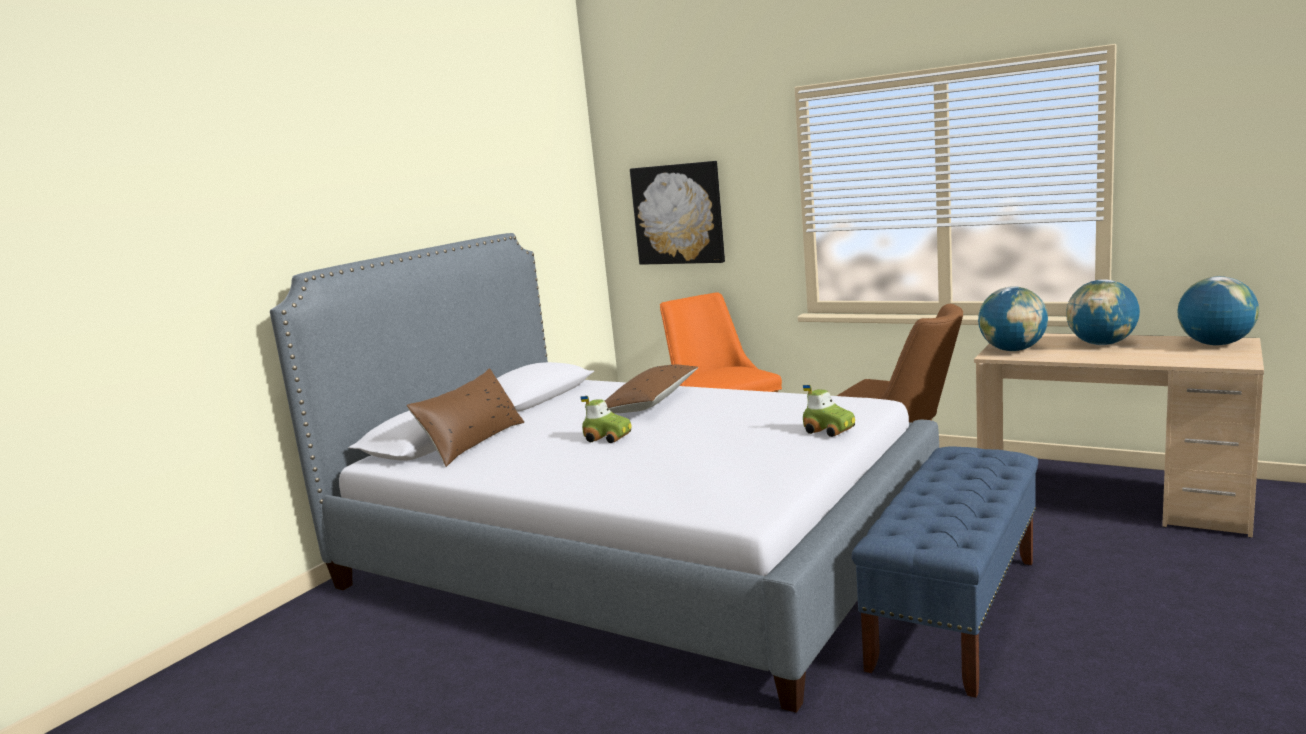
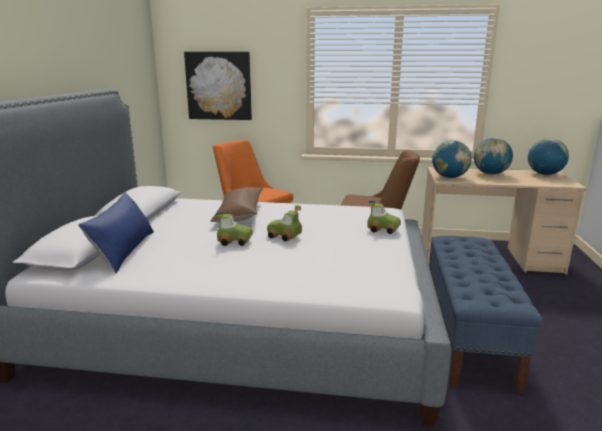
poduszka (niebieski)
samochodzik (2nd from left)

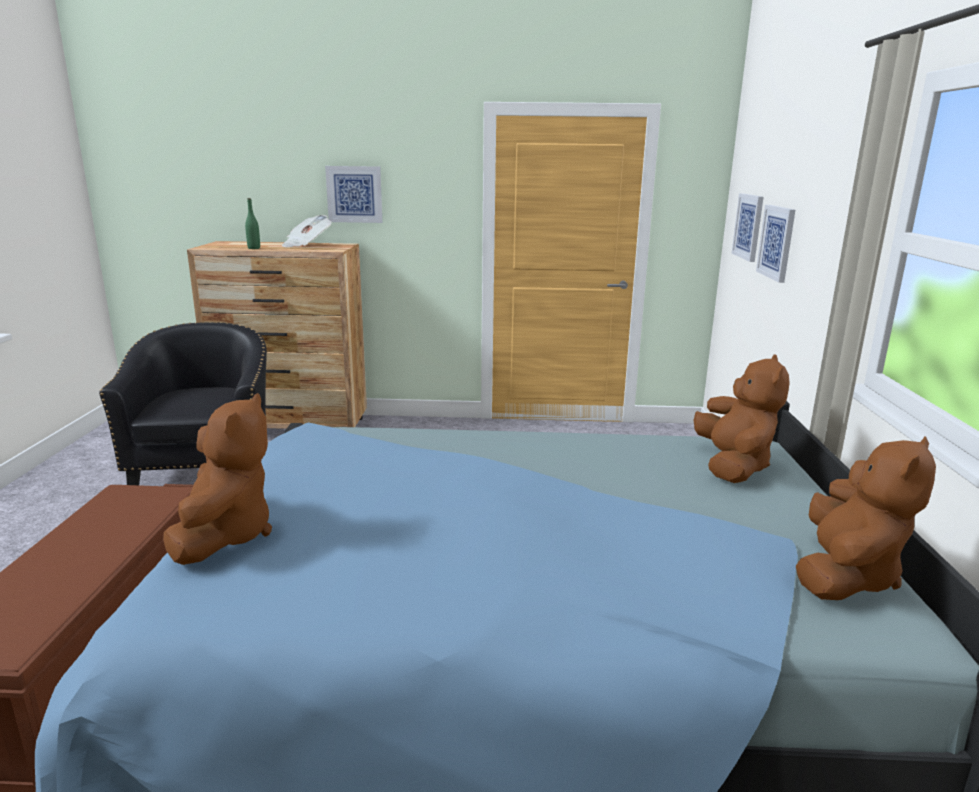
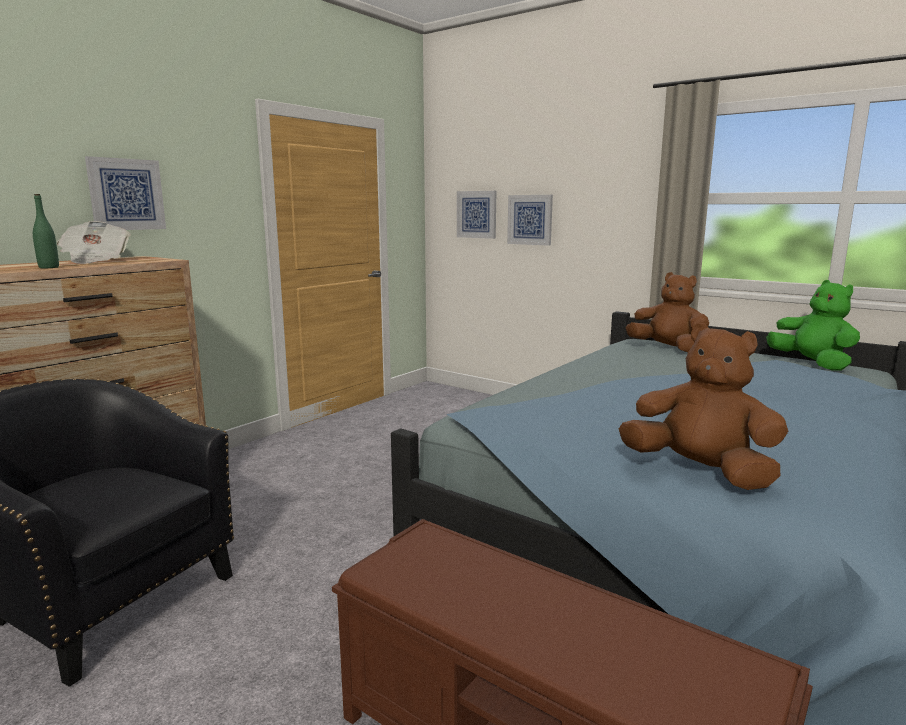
pluszak (zielony)

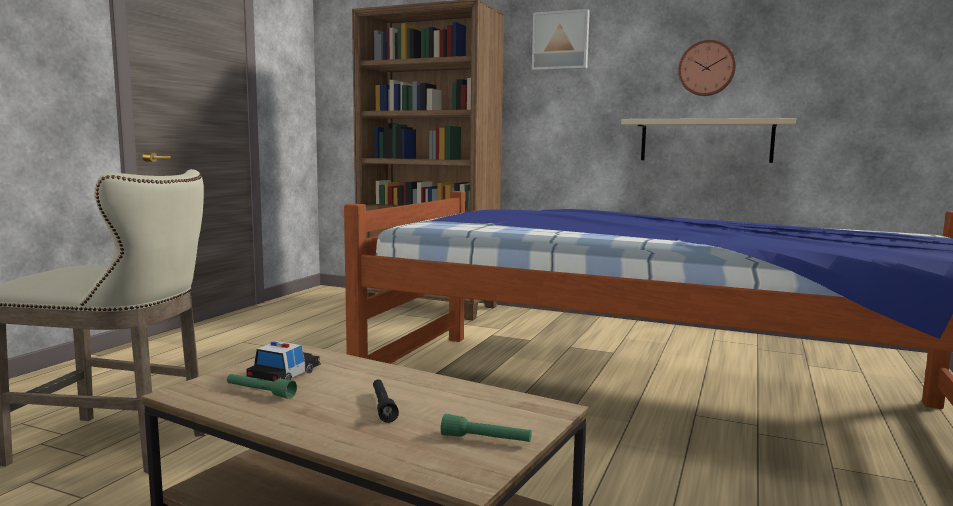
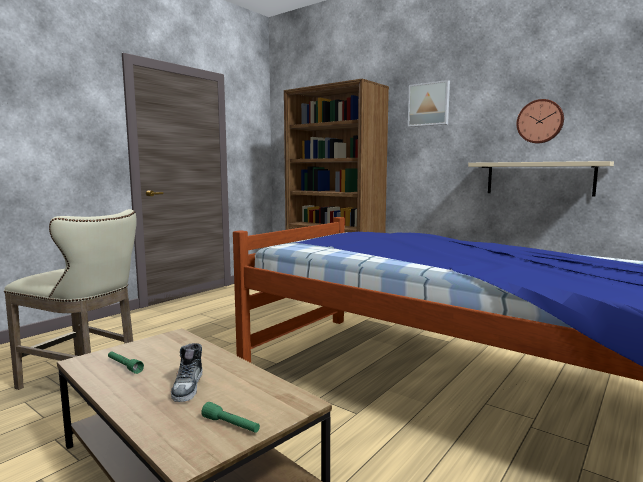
but
samochodzik

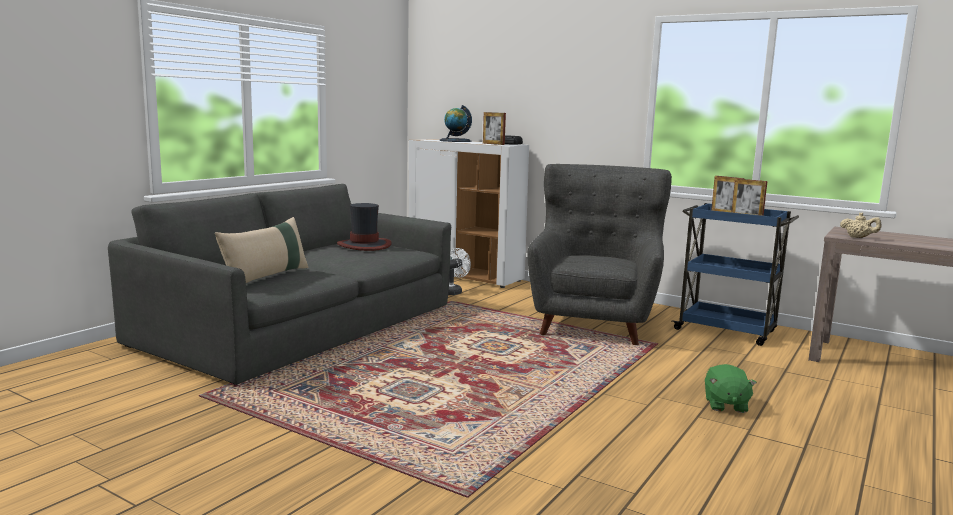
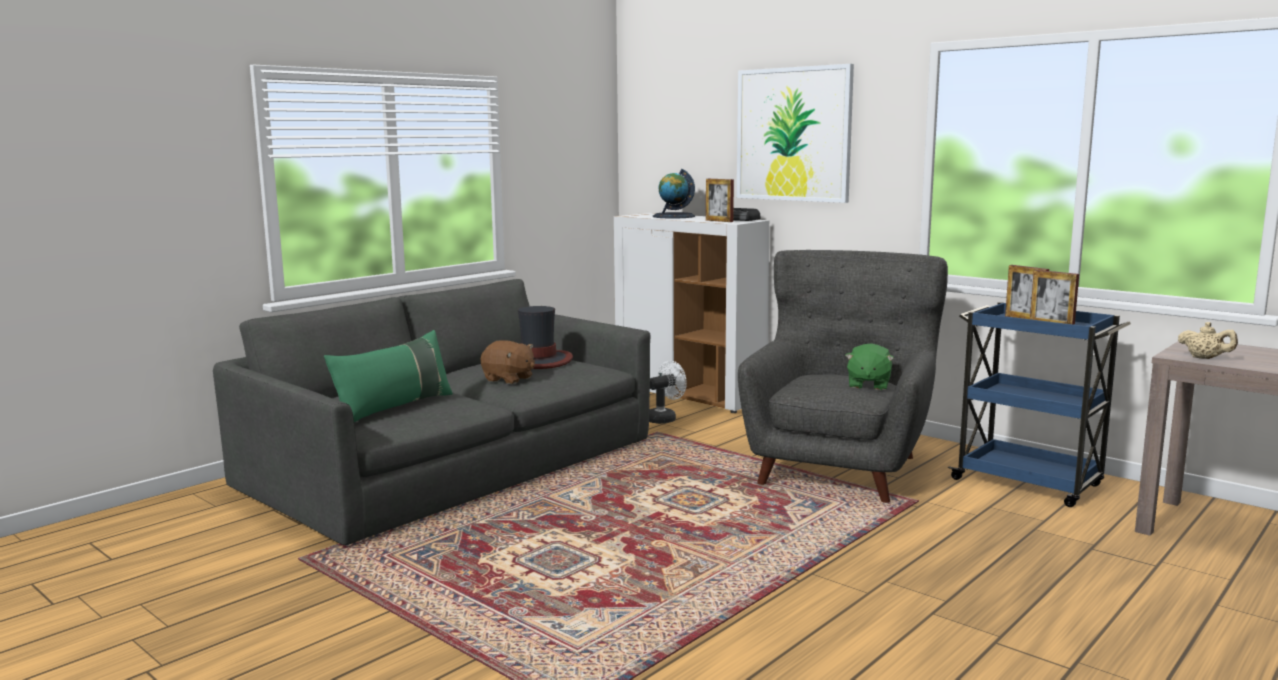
poduszka (zielony)
pluszak (brązowy)
obraz
pluszak (zielony)

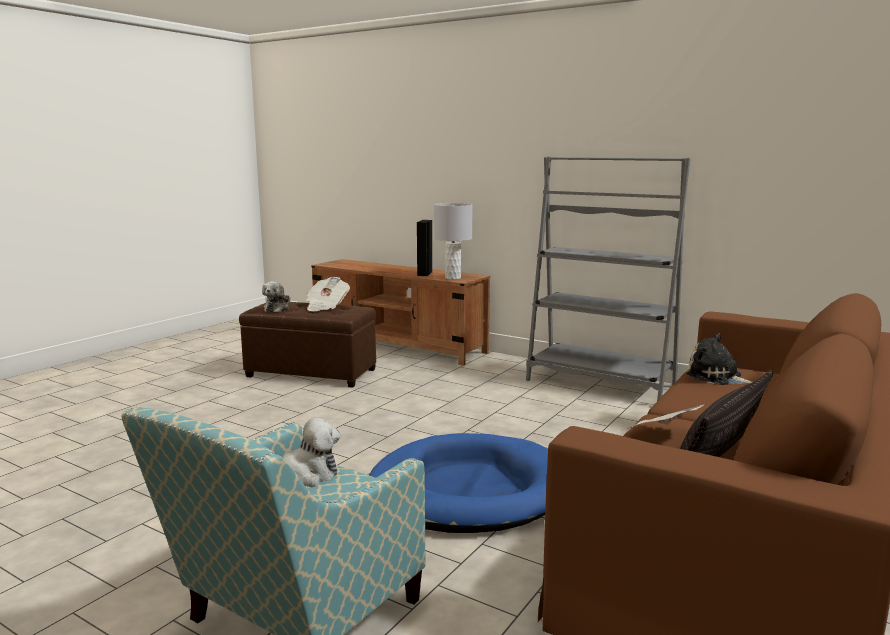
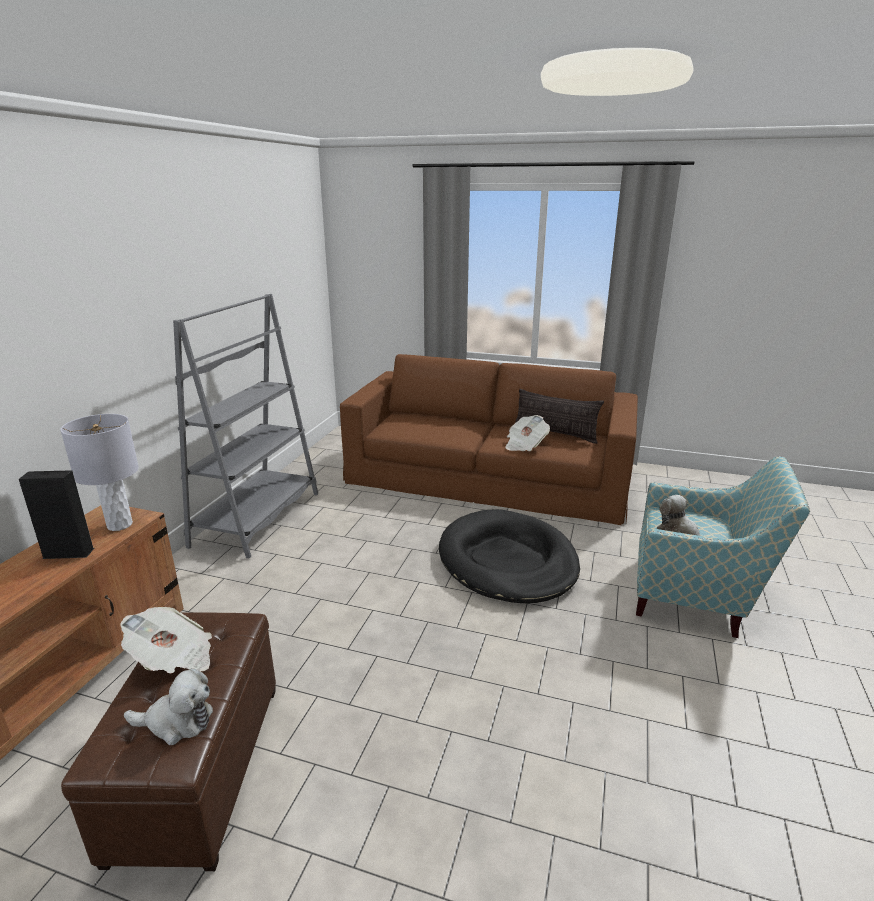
legowisko (czarny)
pluszak (3rd from left in the first image)

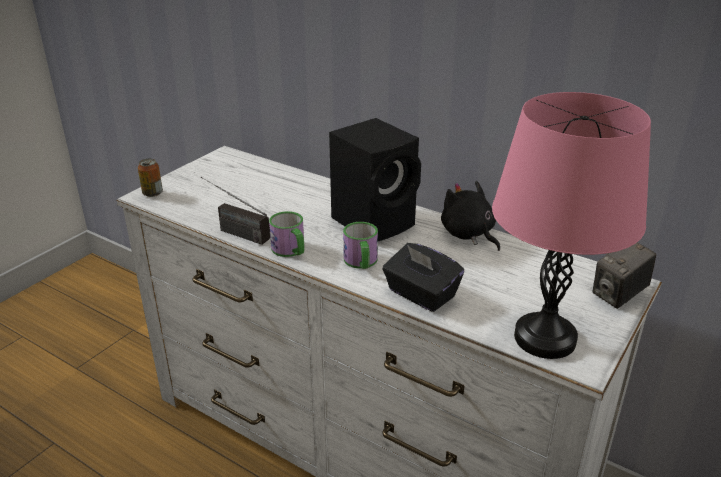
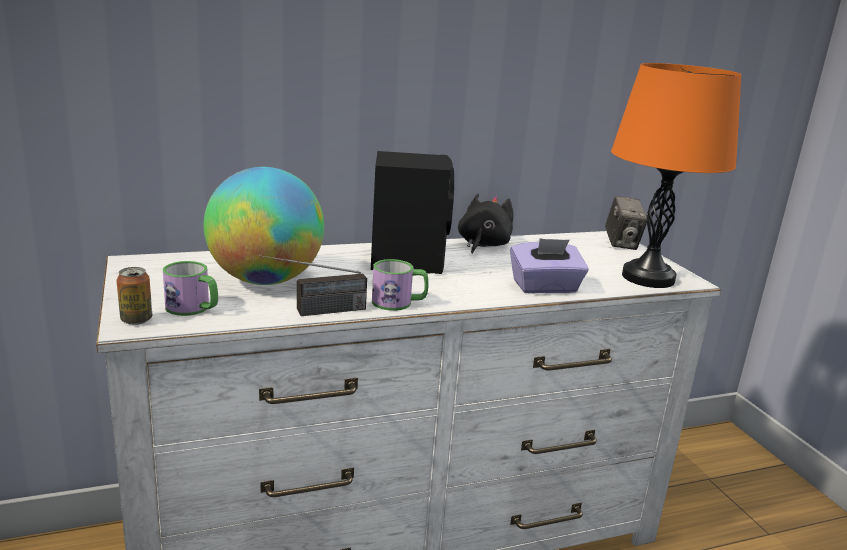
kubek (1st from left)
globus
pluszak (czarny)
pudełko chusteczek (fioletowy)
lampa stołowa (pomarańczowy)

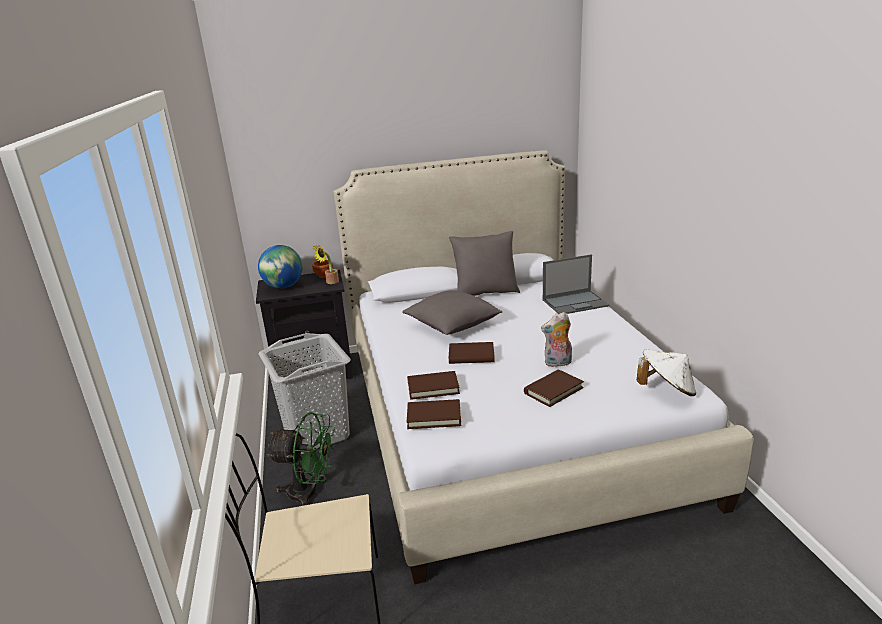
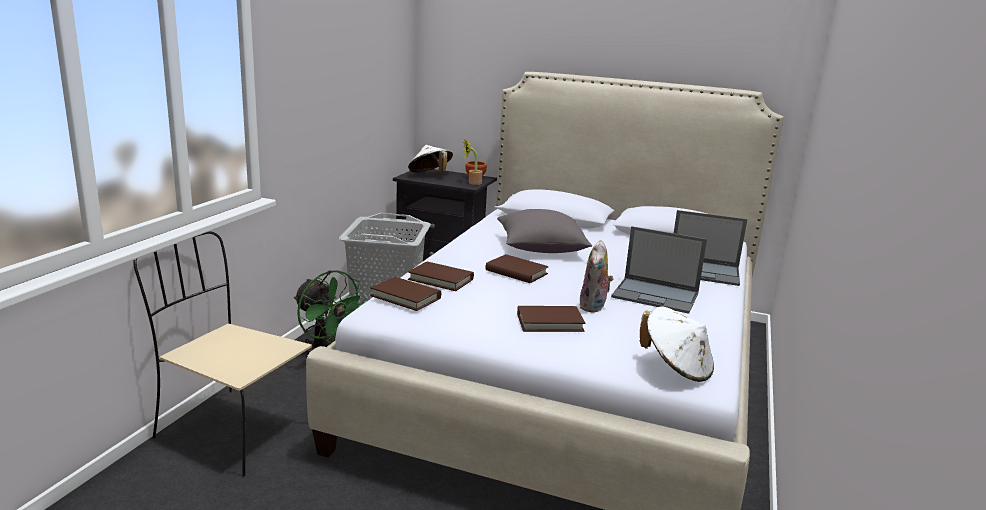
kapelusz (biały) (1st from left)
pluszak
laptop (1st from left)
poduszka (szary) (2nd from left in the first image)

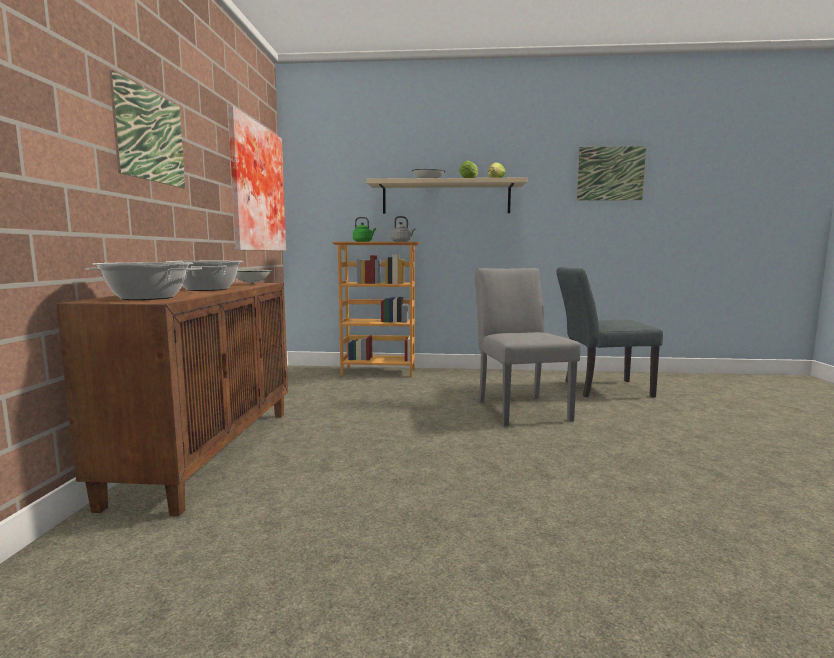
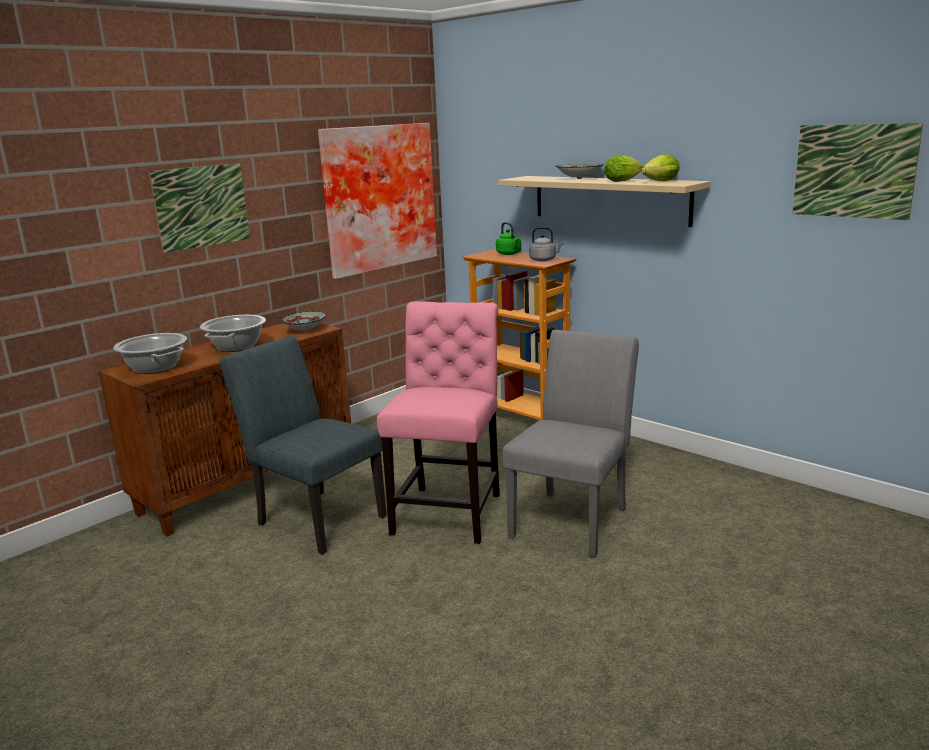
krzesło (szary) (1st from left)
krzesło (różowy)

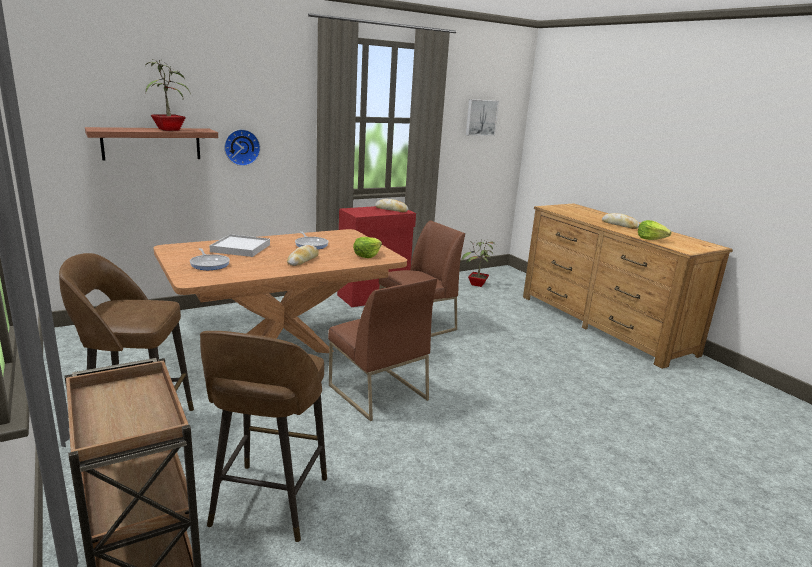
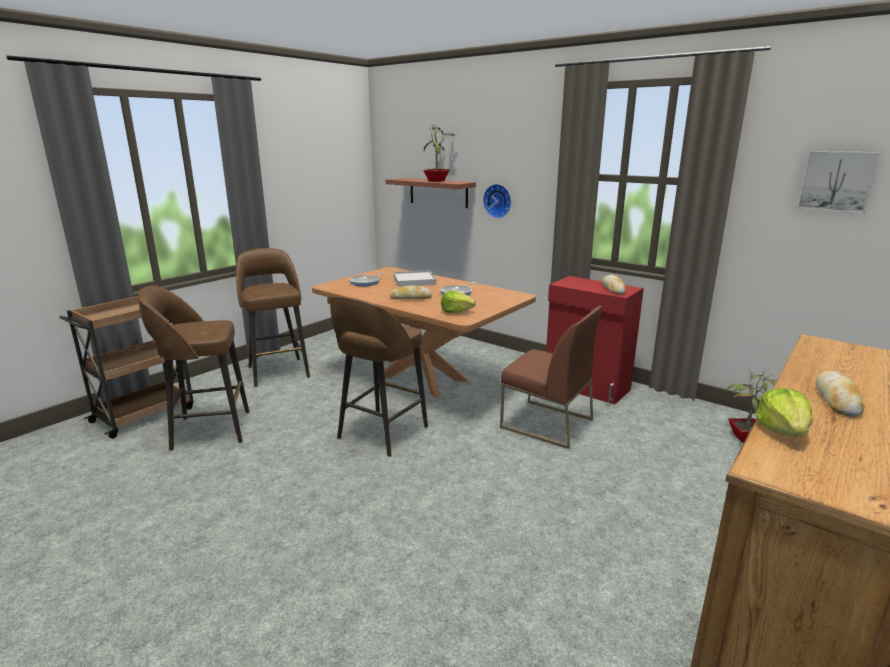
stołek (brązowy) (3rd from left)

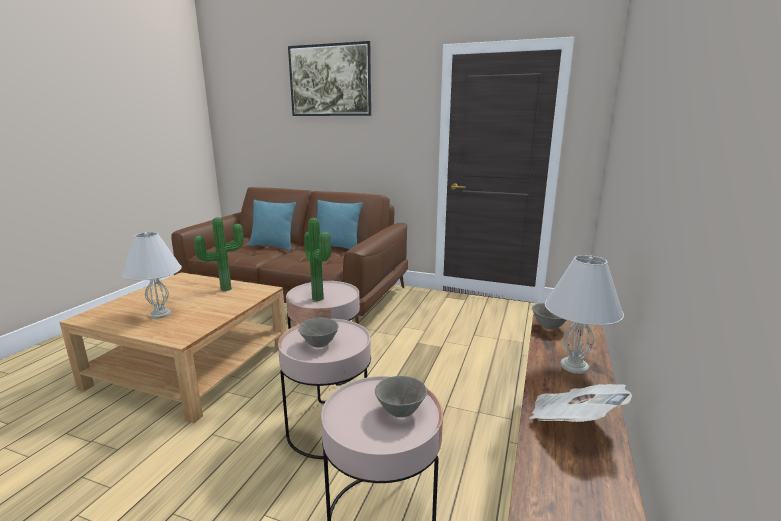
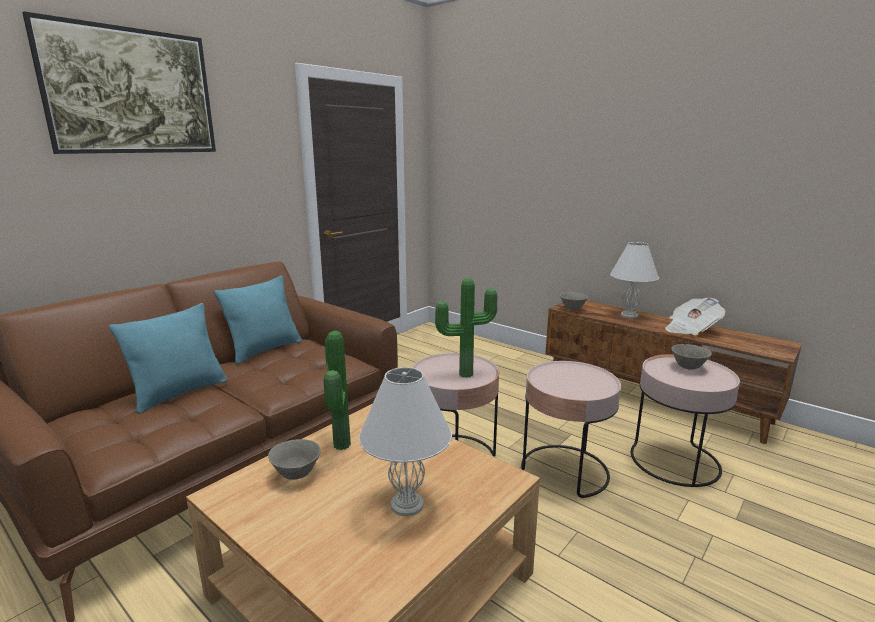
miska (szary) (1st from left)

